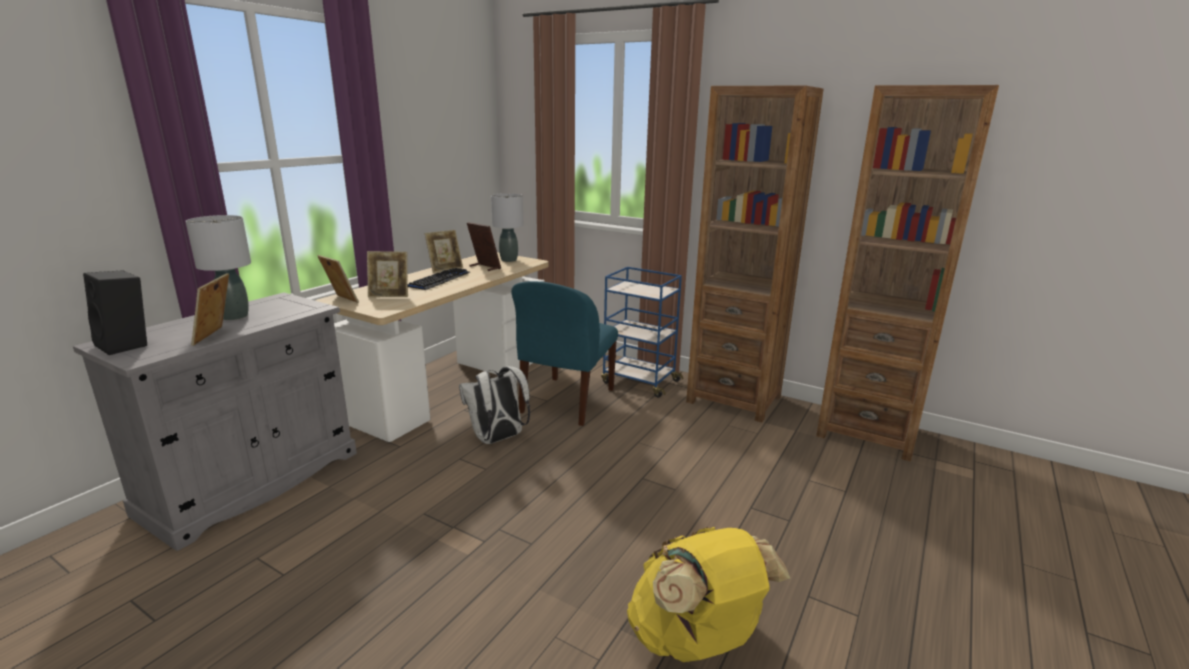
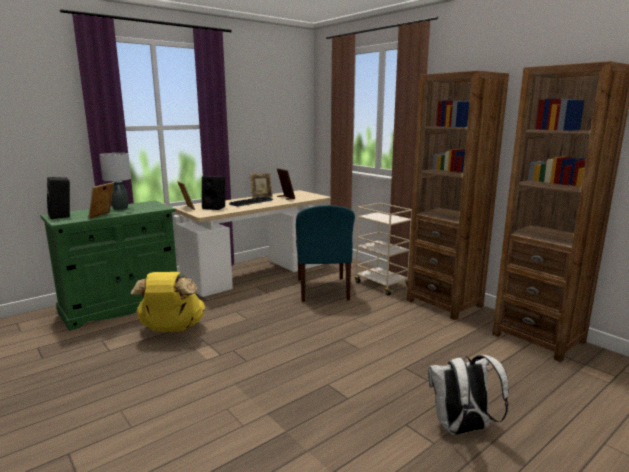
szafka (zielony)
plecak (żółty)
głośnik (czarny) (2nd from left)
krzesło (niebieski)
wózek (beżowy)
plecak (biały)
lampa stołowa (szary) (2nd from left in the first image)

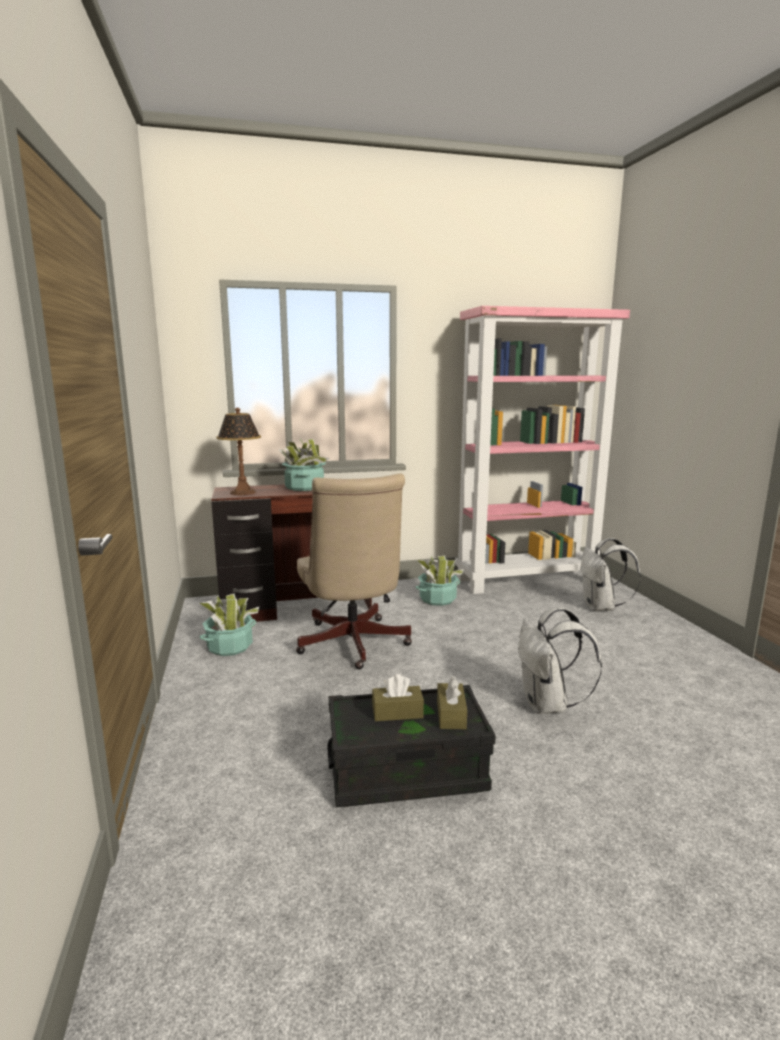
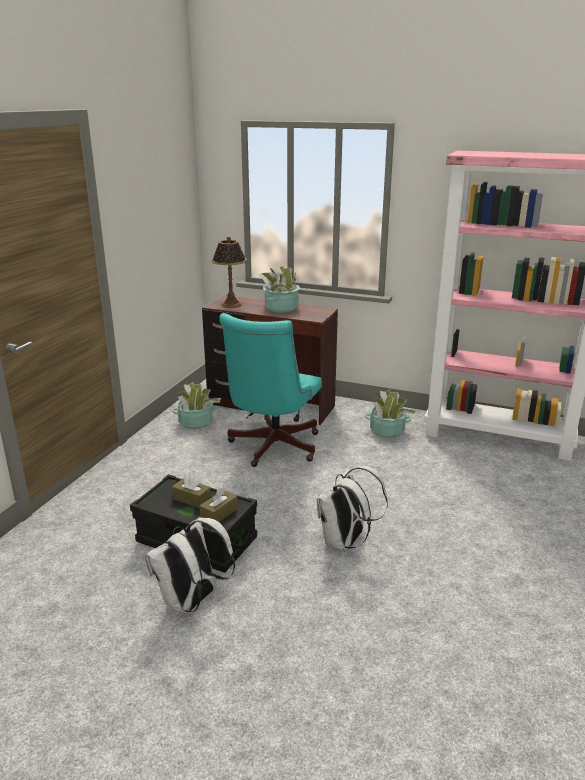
plecak (biały) (1st from left)
krzesło biurowe (turkusowy)

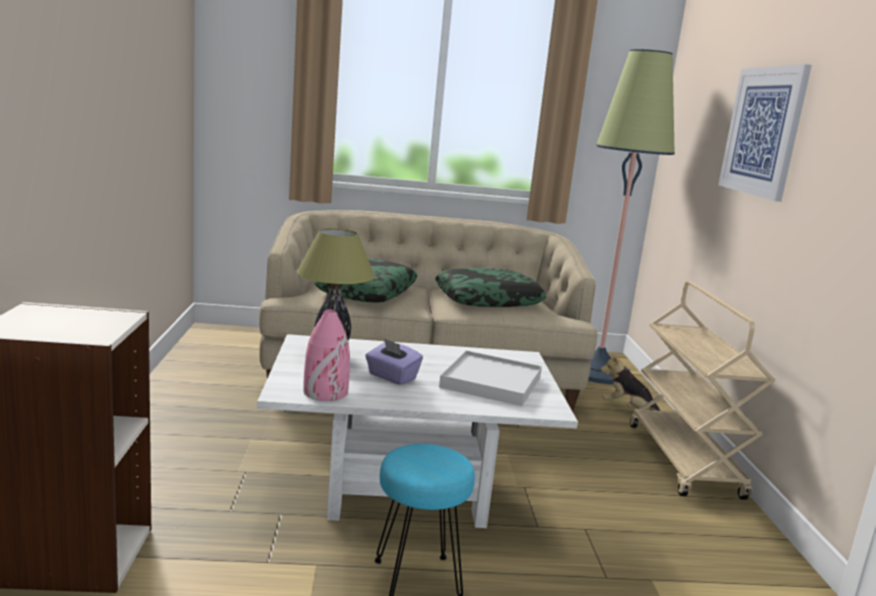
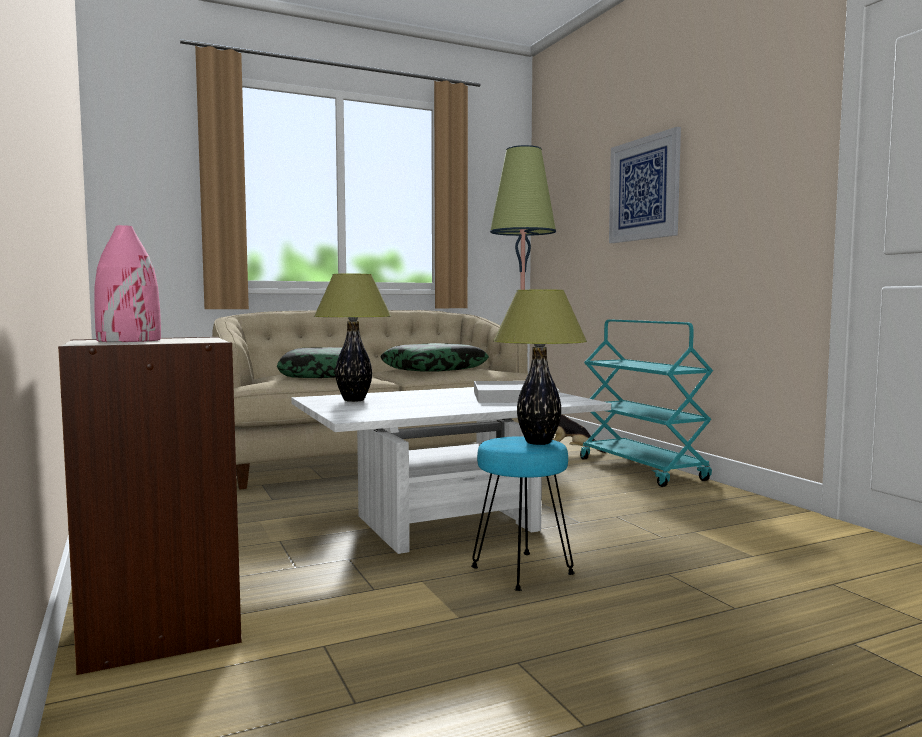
wazon (różowy)
lampa stołowa (2nd from left)
wózek (turkusowy)
pudełko chusteczek (fioletowy)

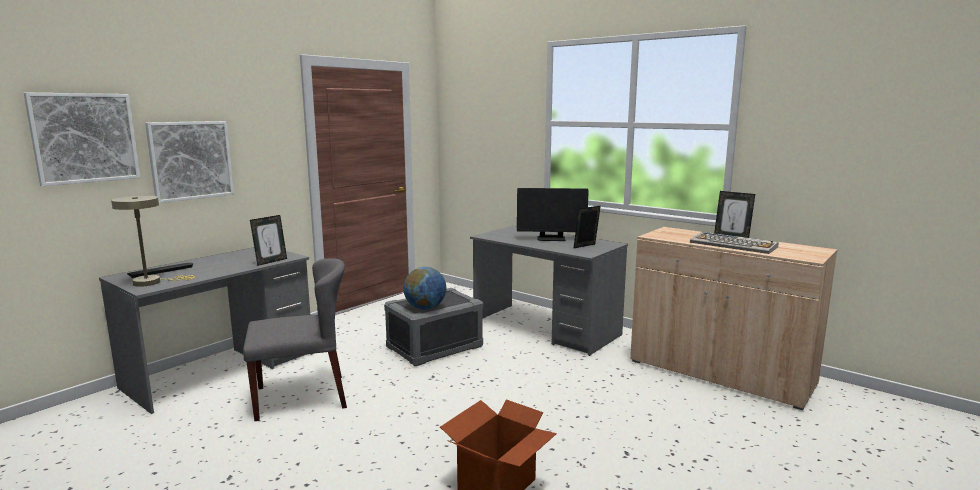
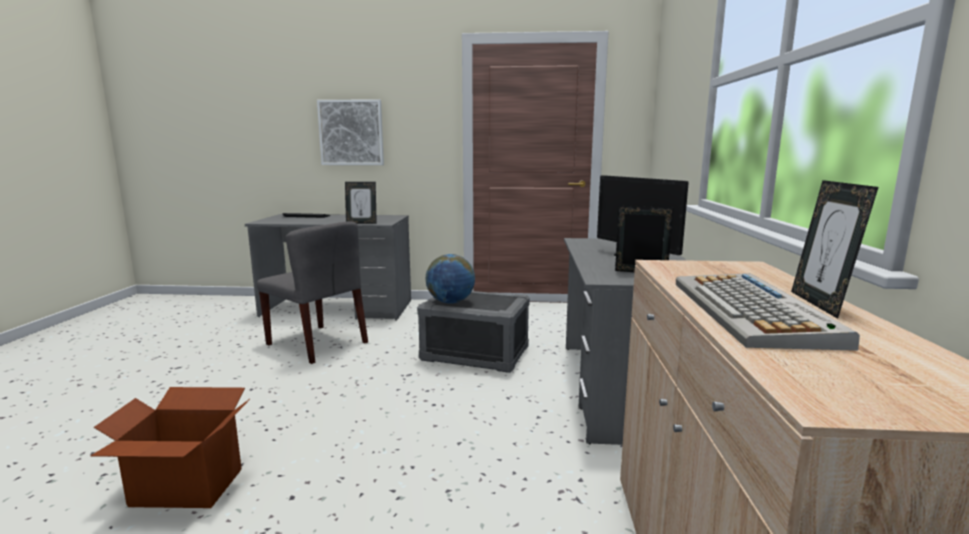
obraz (1st from left in the first image)
lampa stołowa (beżowy)

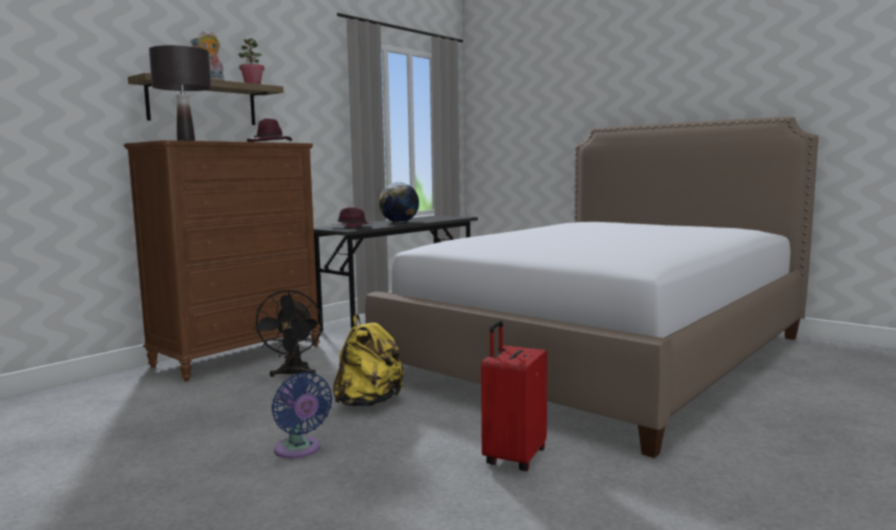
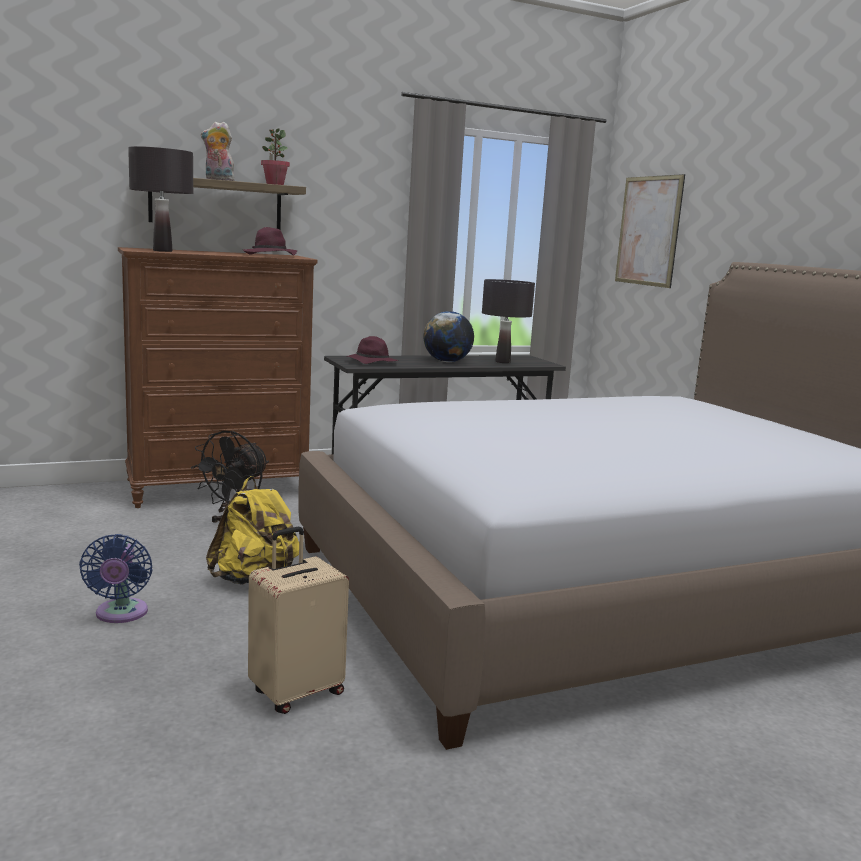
walizka (beżowy)
lampa stołowa (czarny) (2nd from left)
obraz

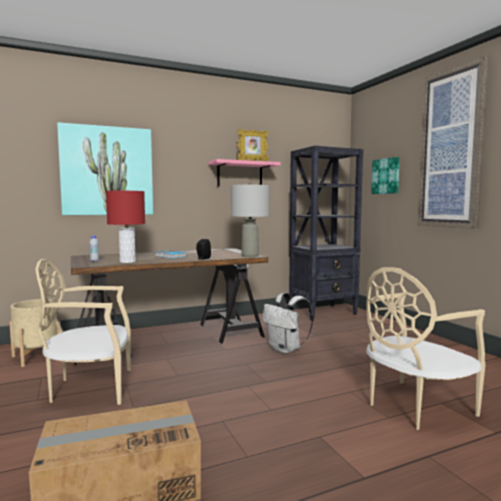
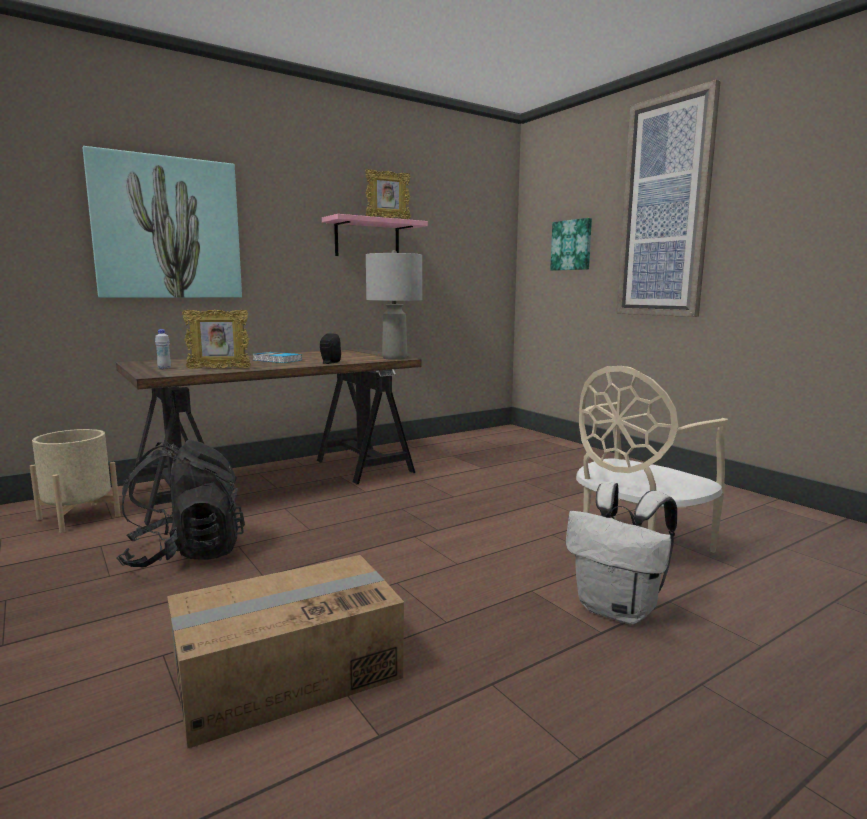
plecak (czarny)
ramka na zdjęcie (1st from left)
plecak (biały)
regał (czarny)

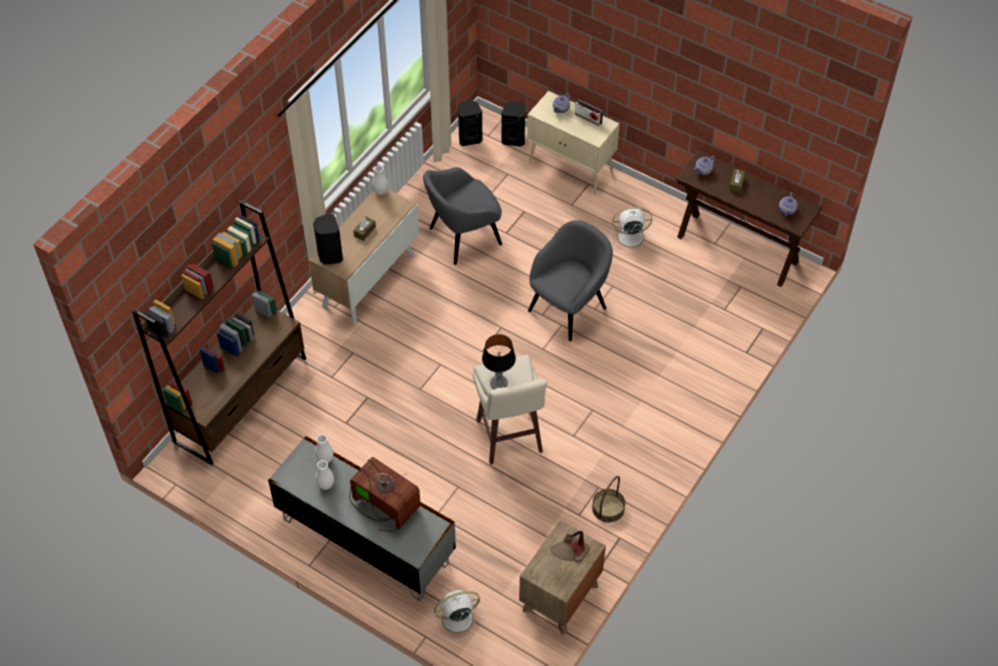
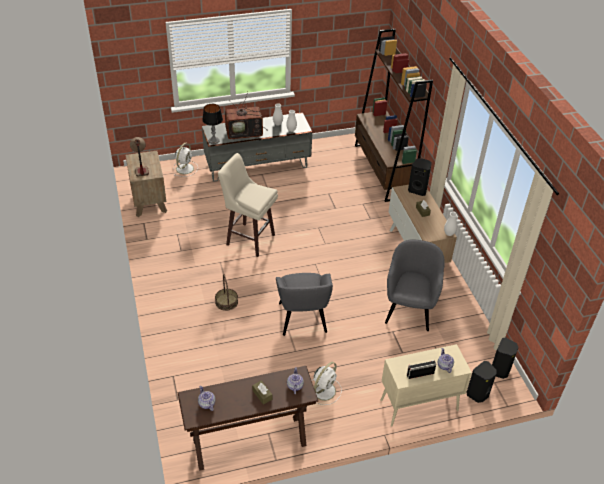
lampa stołowa (2nd from left)
koszyk

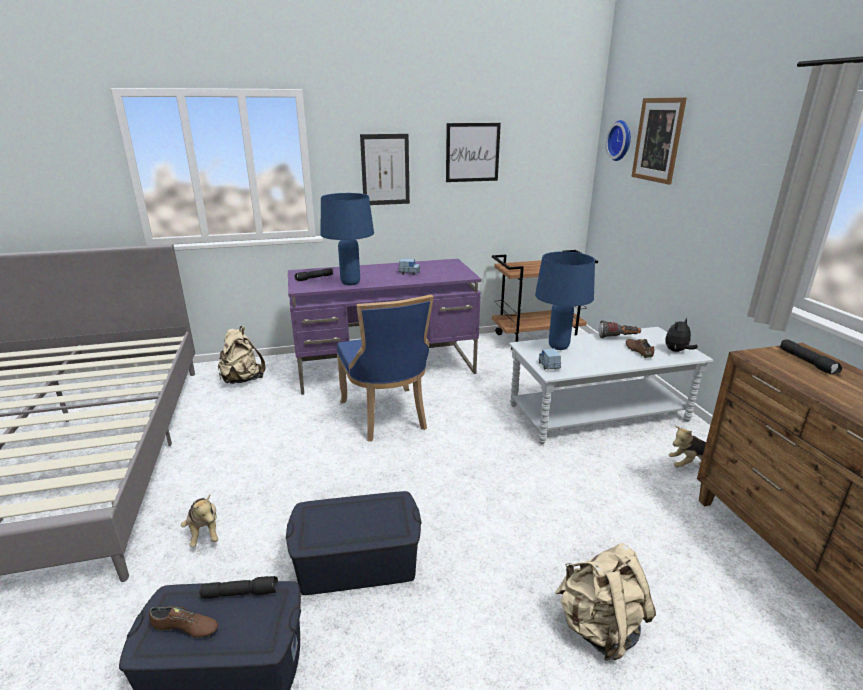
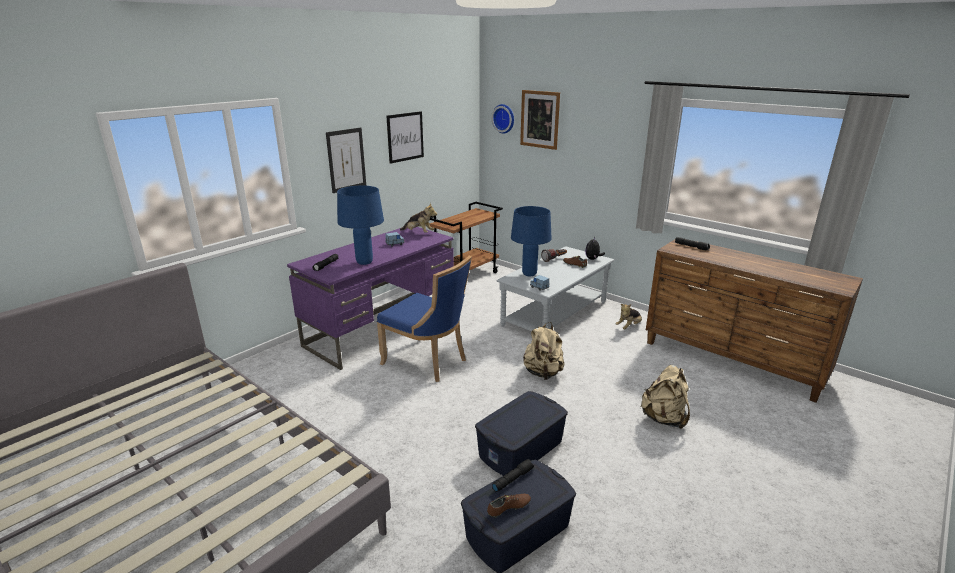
pluszak (1st from left)
plecak (beżowy) (1st from left)

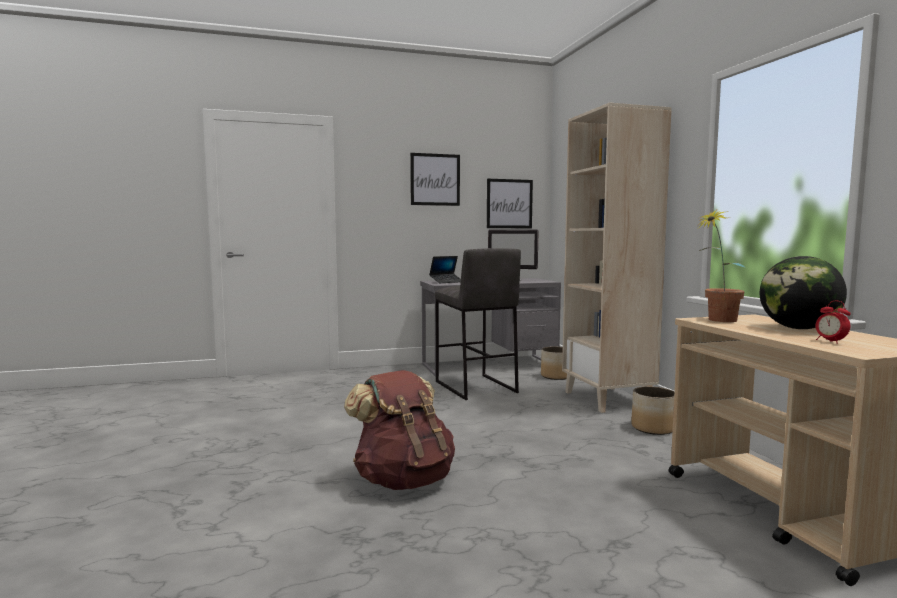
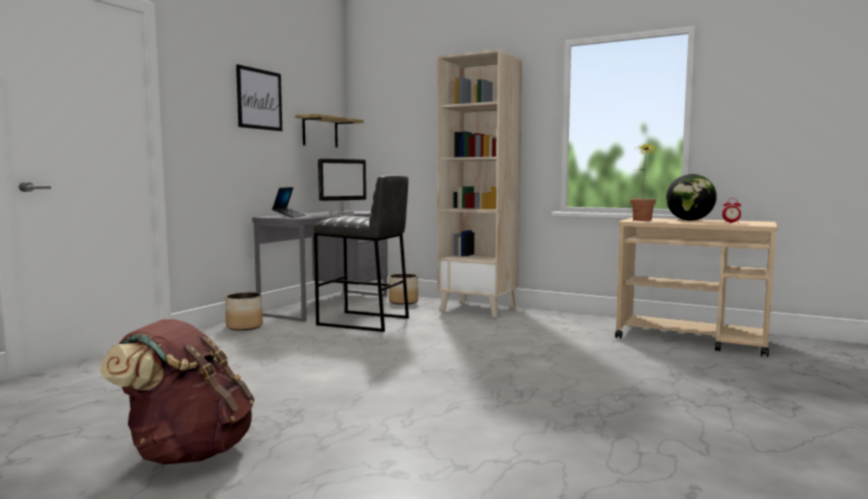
plecak (brązowy)
donica (1st from left)
półka

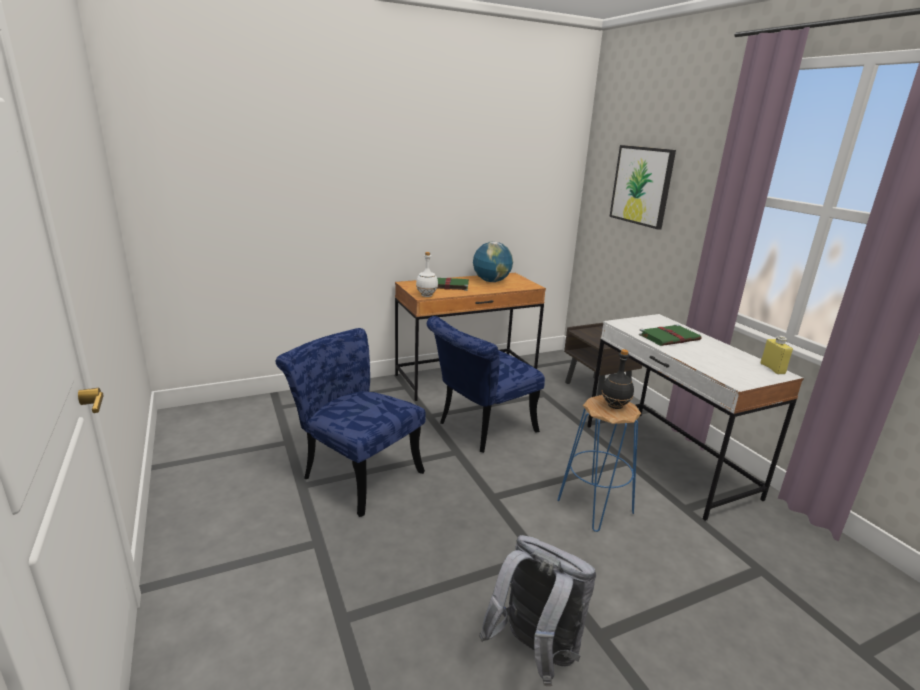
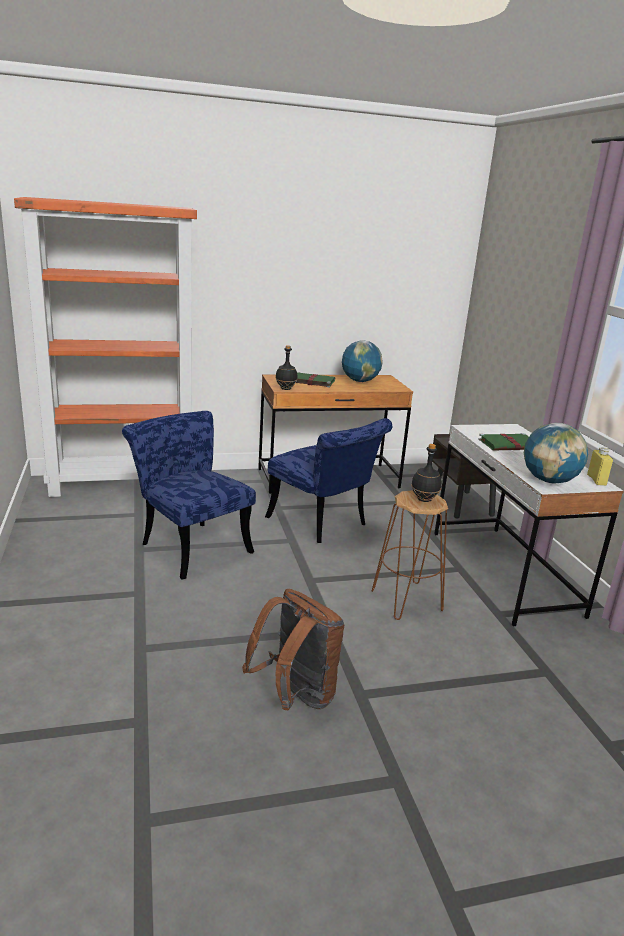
regał (pomarańczowy)
plecak (brązowy)
krzesło (niebieski) (2nd from left)
butelka (czarny) (1st from left)
stołek (brązowy)
globus (2nd from left)
obraz

